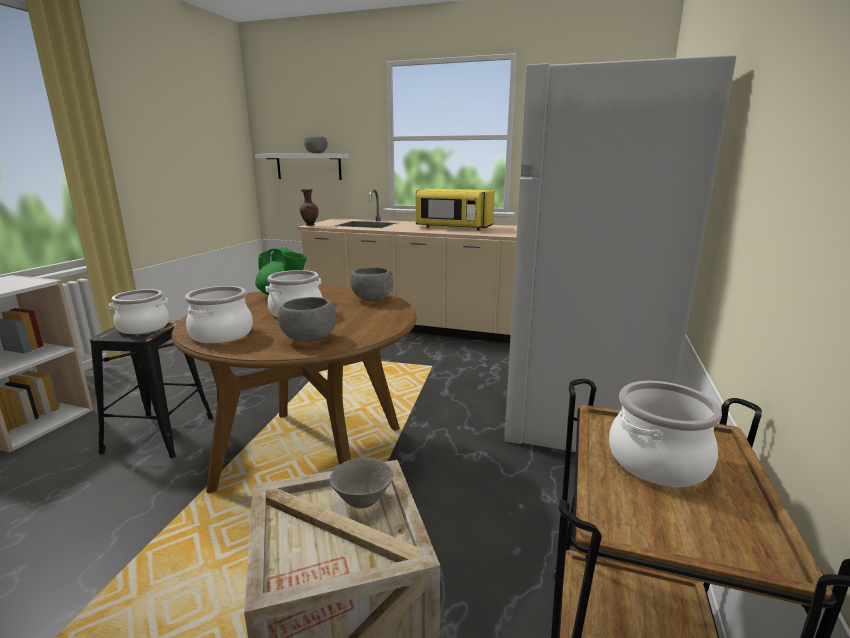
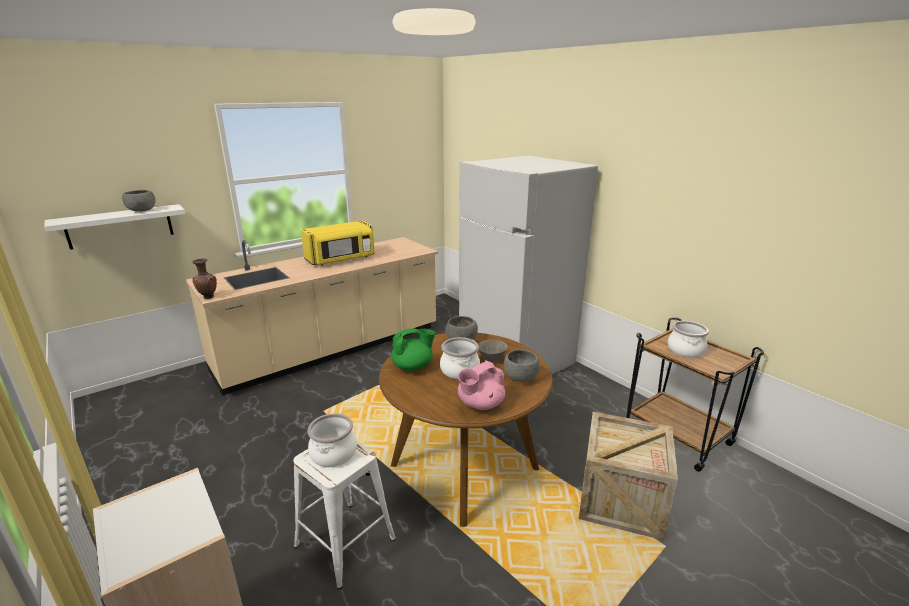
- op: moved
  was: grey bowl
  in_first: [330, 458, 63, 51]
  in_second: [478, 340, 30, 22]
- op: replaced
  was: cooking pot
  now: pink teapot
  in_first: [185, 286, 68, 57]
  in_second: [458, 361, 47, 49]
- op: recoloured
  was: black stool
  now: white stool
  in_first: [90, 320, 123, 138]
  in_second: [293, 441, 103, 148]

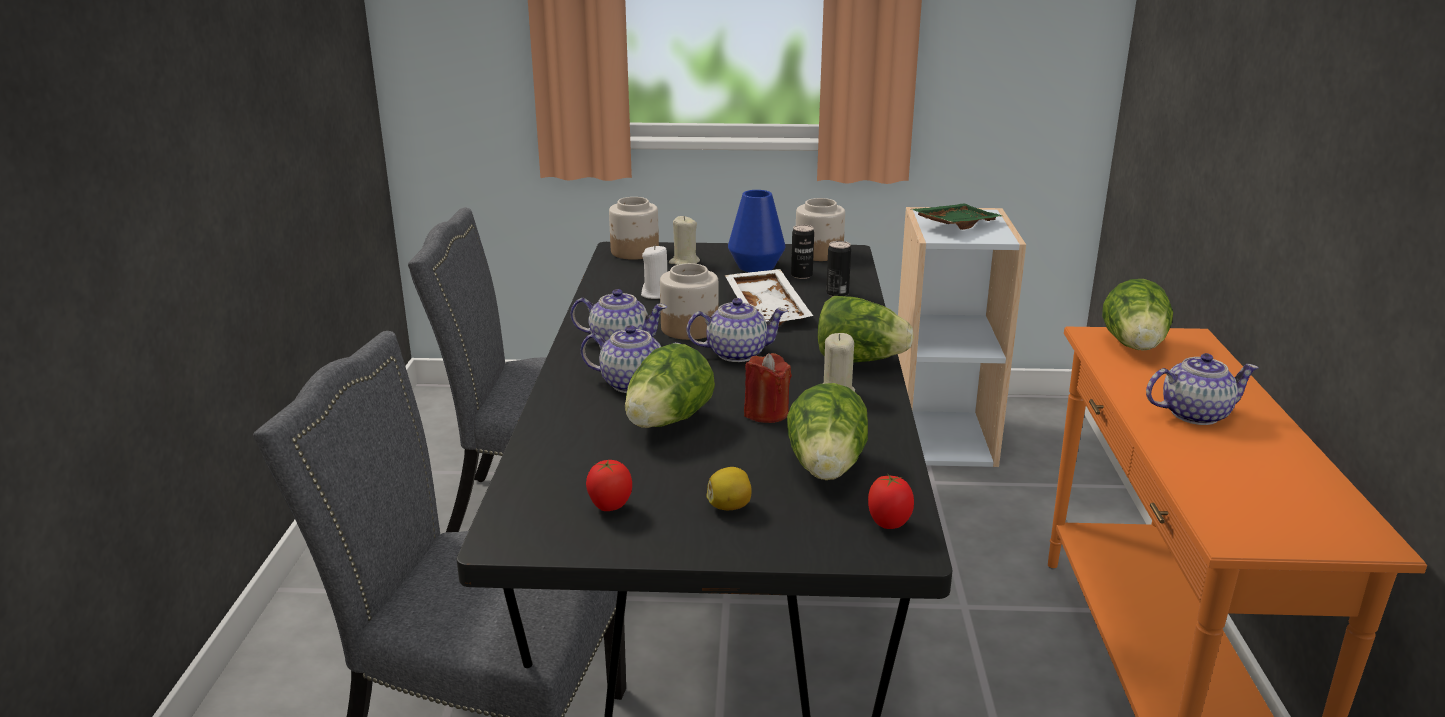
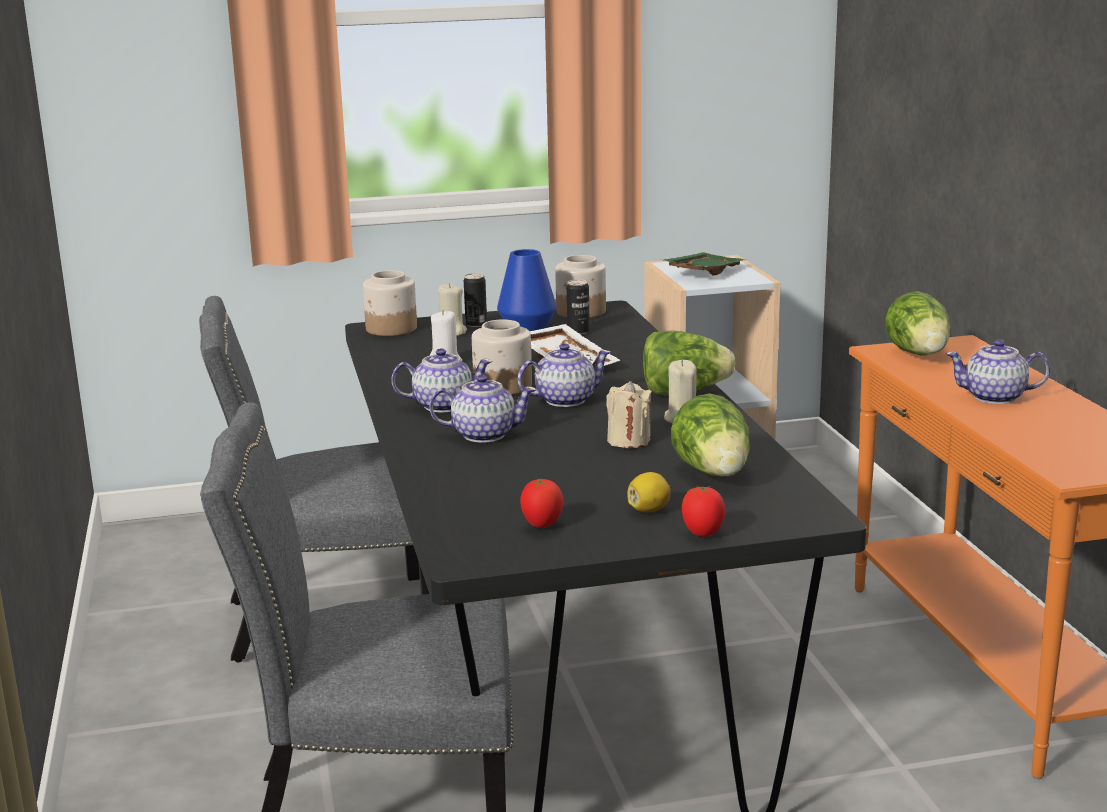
- op: removed
  was: lettuce
  in_first: [625, 343, 90, 85]
- op: moved
  was: can
  in_first: [826, 241, 25, 56]
  in_second: [464, 273, 23, 54]
- op: moved
  was: tomato
  in_first: [868, 475, 46, 54]
  in_second: [682, 486, 43, 51]
- op: recoloured
  was: red candle
  now: beige candle
  in_first: [744, 353, 48, 70]
  in_second: [606, 381, 46, 67]
- op: turned
  was: teapot
  in_first: [1146, 353, 113, 72]
  in_second: [946, 340, 104, 64]
  clockwise: -150

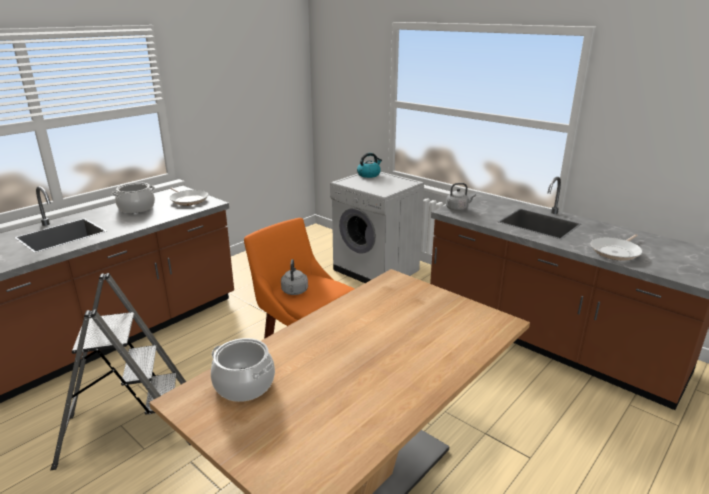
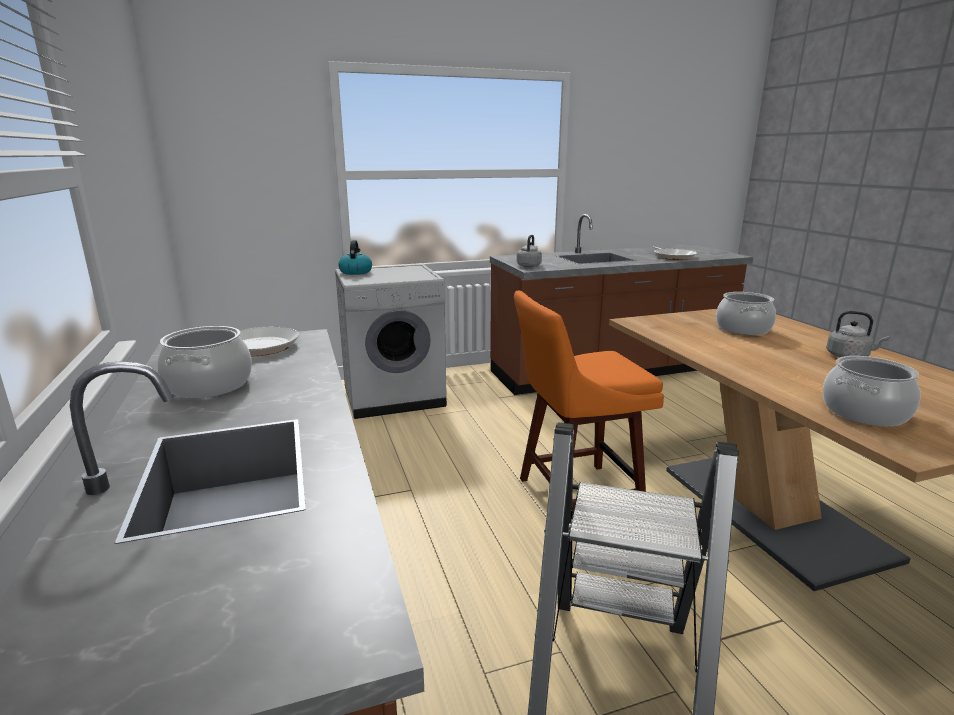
- op: added
  now: cooking pot
  in_second: [716, 292, 60, 43]
- op: moved
  was: grey kettle
  in_first: [281, 259, 27, 36]
  in_second: [826, 311, 63, 46]

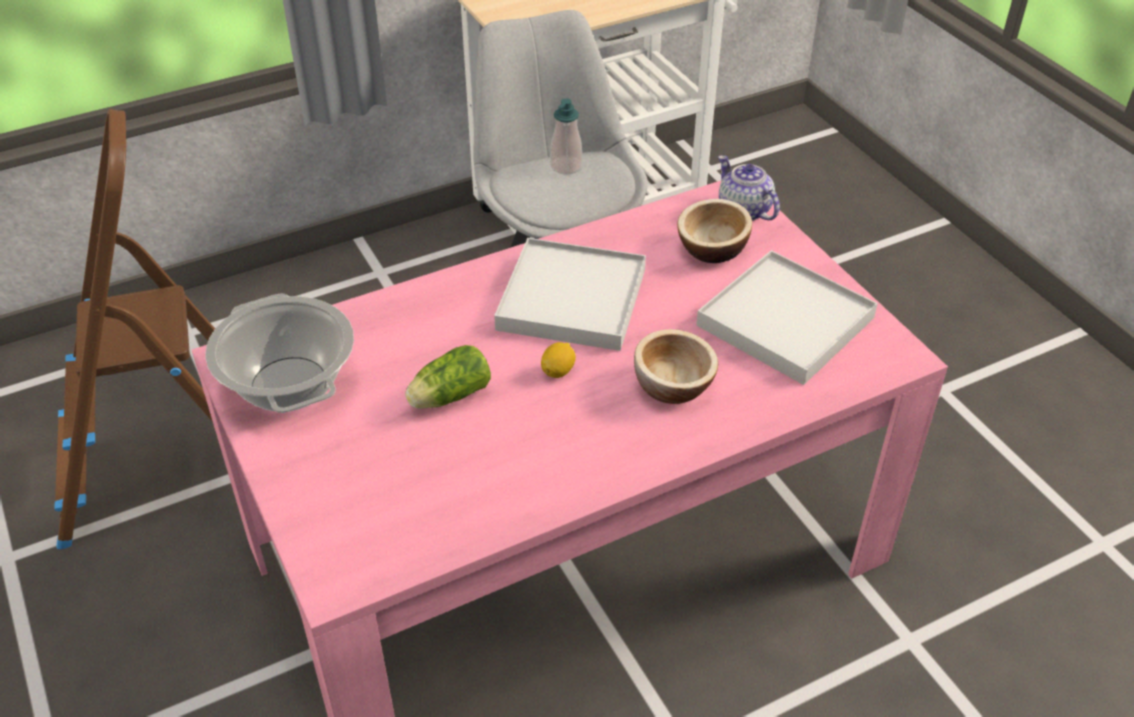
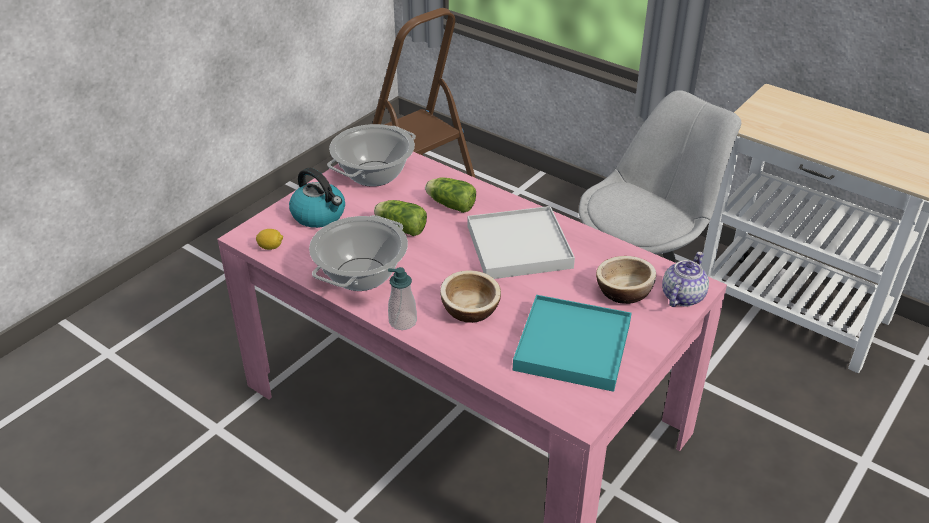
- op: added
  now: kettle
  in_second: [289, 168, 56, 60]
- op: added
  now: cooking pot
  in_second: [309, 215, 99, 76]
- op: added
  now: lettuce
  in_second: [425, 177, 51, 36]
- op: moved
  was: lemon
  in_first: [541, 342, 35, 36]
  in_second: [256, 229, 27, 21]
- op: moved
  was: soap dispenser
  in_first: [550, 98, 33, 77]
  in_second: [388, 267, 29, 63]
- op: recoloured
  was: white tray
  now: turquoise tray
  in_first: [696, 250, 182, 135]
  in_second: [513, 295, 118, 97]

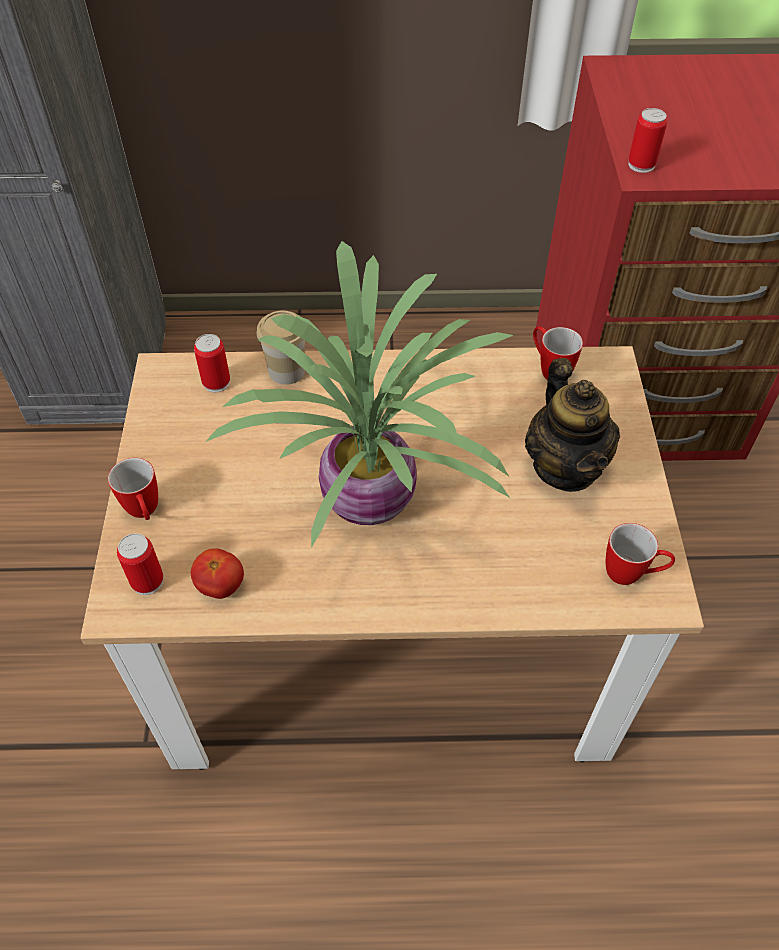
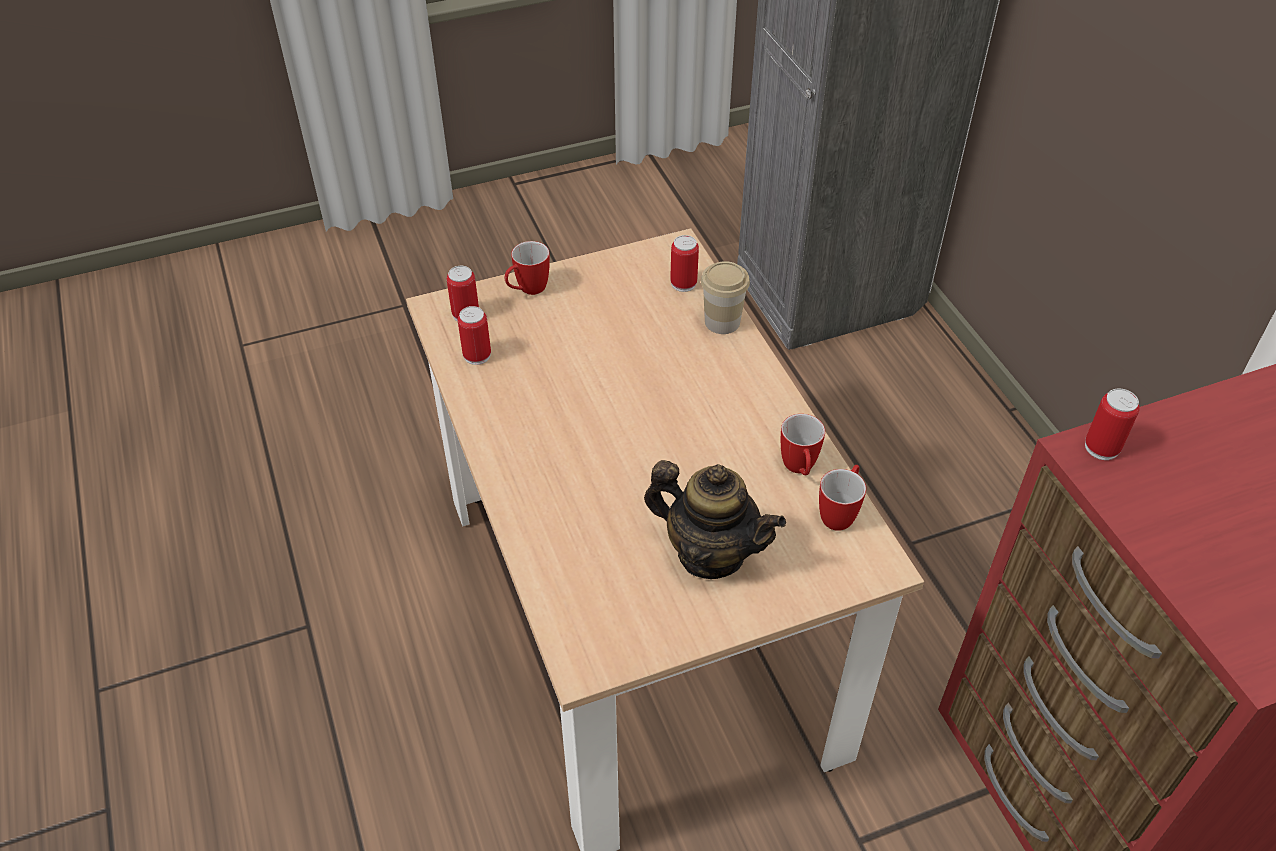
- op: removed
  was: potted plant
  in_first: [205, 241, 308, 307]
- op: moved
  was: mug
  in_first: [606, 523, 69, 62]
  in_second: [781, 414, 44, 61]
- op: replaced
  was: tomato
  now: can
  in_first: [191, 548, 53, 51]
  in_second: [458, 306, 33, 59]
- op: turned
  was: teapot
  in_first: [525, 358, 95, 134]
  in_second: [644, 460, 142, 119]
  clockwise: -120

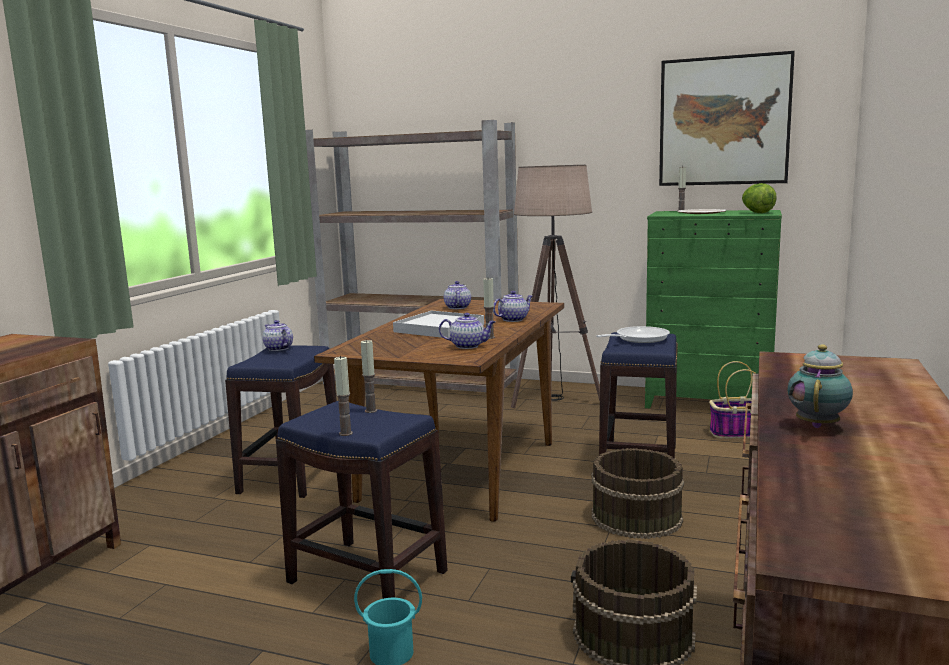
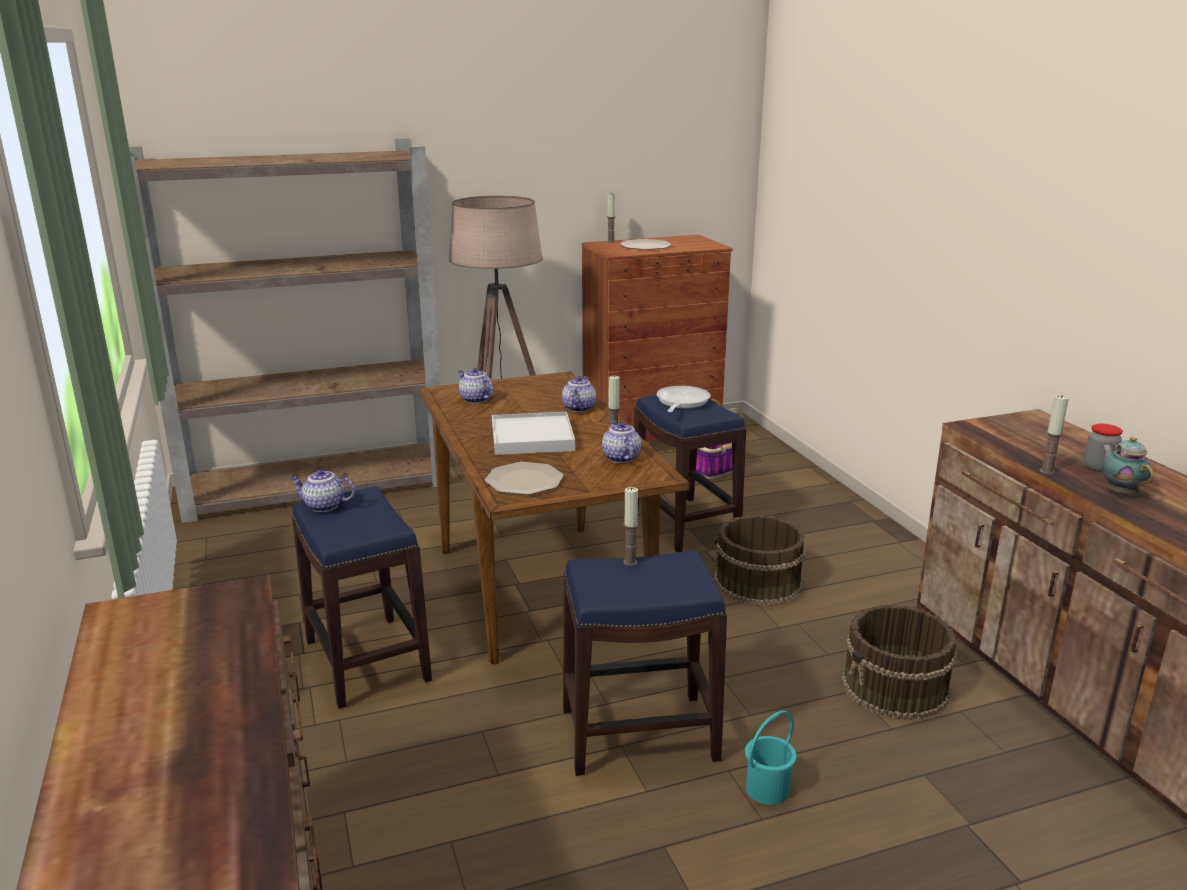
- op: removed
  was: picture
  in_first: [659, 51, 136, 135]
- op: removed
  was: lettuce
  in_first: [742, 183, 35, 30]
- op: added
  now: plate
  in_second: [485, 462, 79, 33]
- op: added
  now: jar
  in_second: [1084, 424, 39, 48]
- op: moved
  was: candle
  in_first: [334, 356, 19, 80]
  in_second: [1040, 395, 29, 80]
- op: recoloured
  was: green dresser
  now: brown dresser
  in_first: [645, 210, 137, 198]
  in_second: [582, 235, 151, 207]
- op: turned
  was: teapot
  in_first: [439, 313, 56, 36]
  in_second: [602, 421, 39, 42]
  clockwise: -75

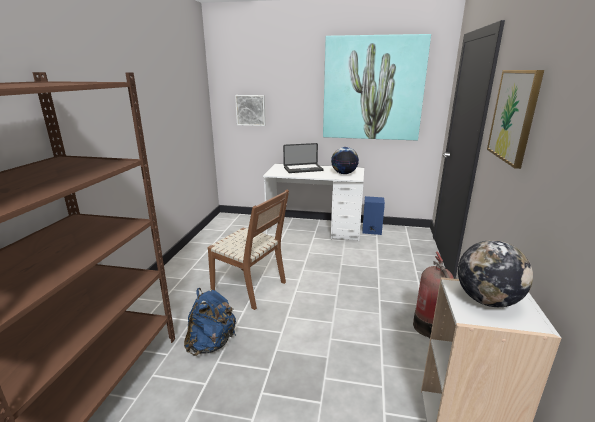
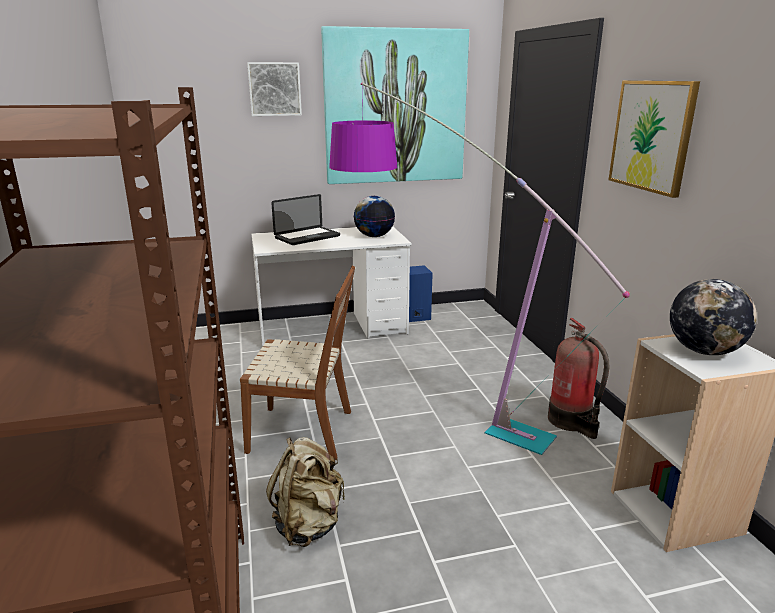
- op: added
  now: floor lamp
  in_second: [329, 83, 301, 372]
- op: moved
  was: picture
  in_first: [235, 95, 31, 31]
  in_second: [247, 62, 55, 54]
- op: recoloured
  was: blue backpack
  now: beige backpack
  in_first: [184, 288, 52, 68]
  in_second: [266, 437, 79, 110]

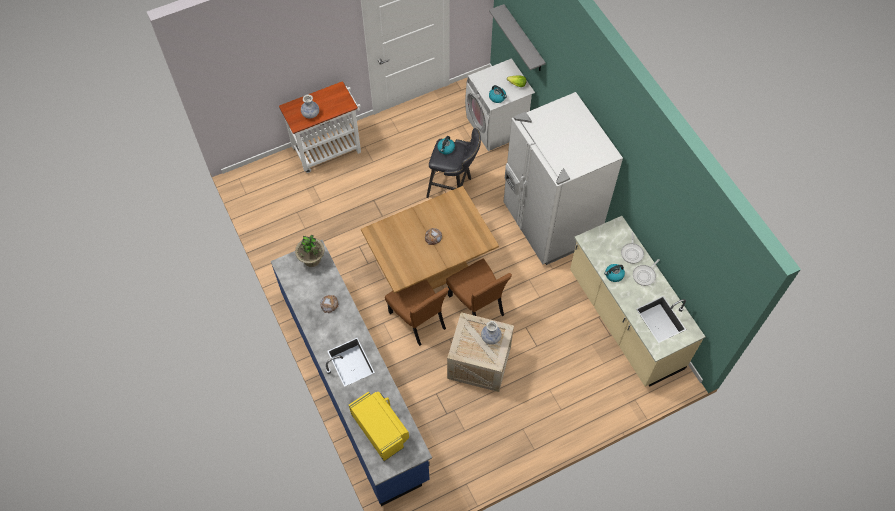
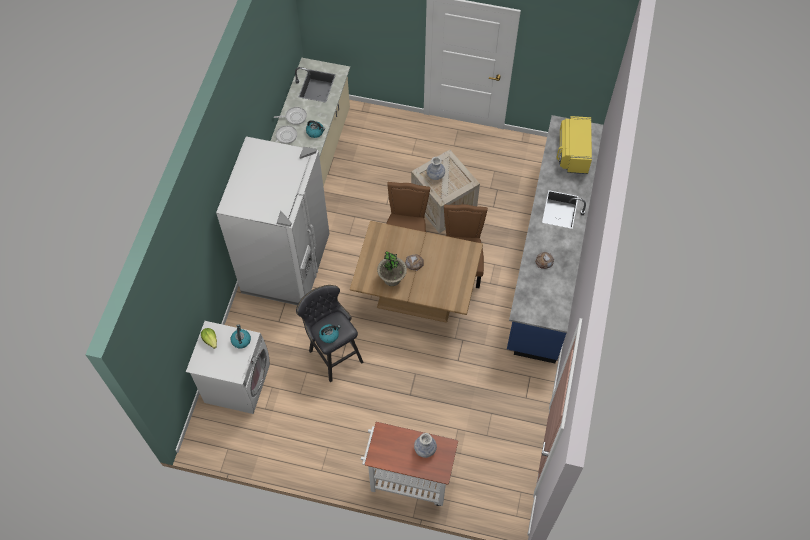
- op: removed
  was: grey shelf
  in_first: [489, 4, 57, 67]
- op: moved
  was: potted plant
  in_first: [295, 234, 30, 33]
  in_second: [377, 251, 30, 35]

